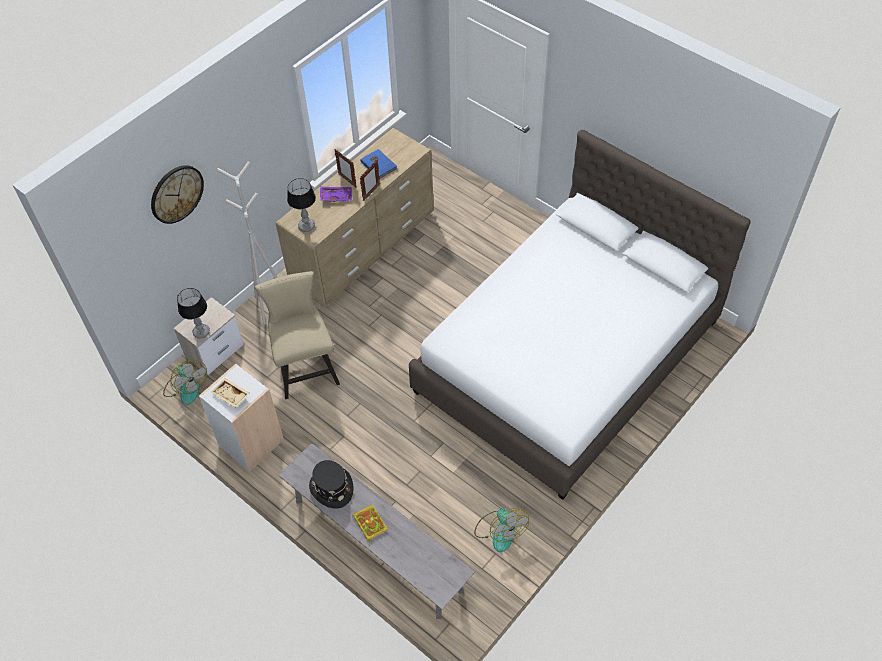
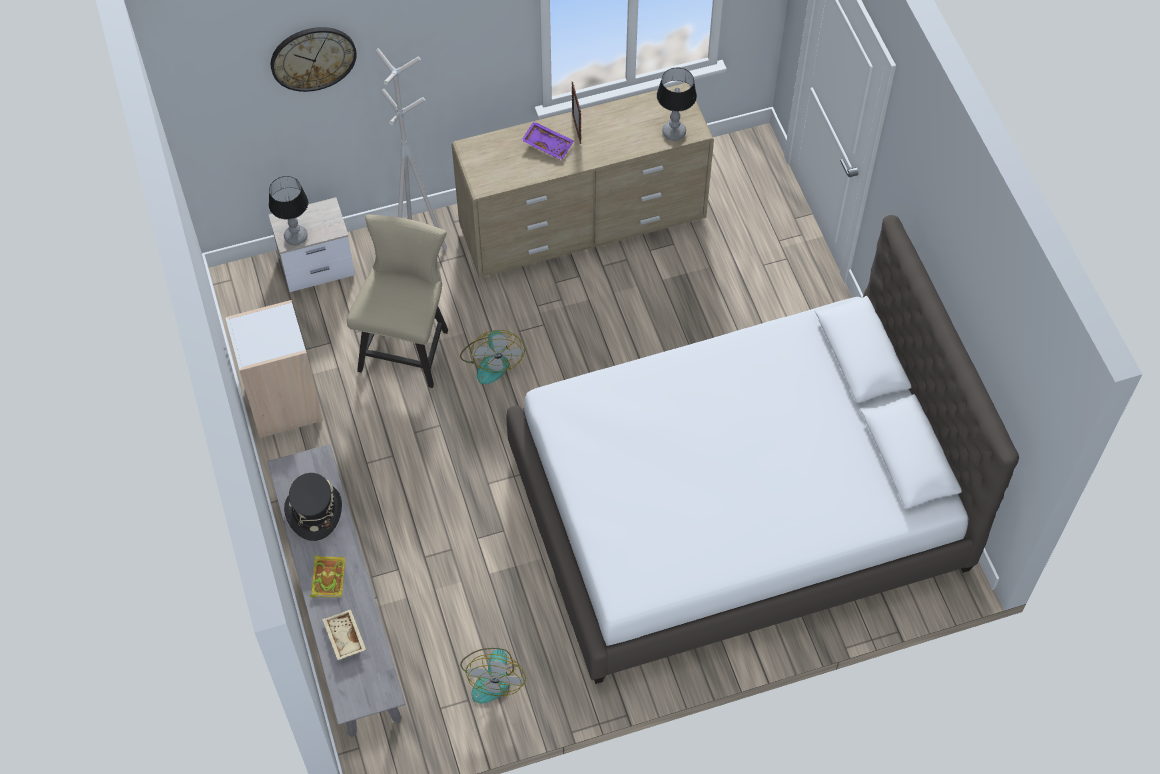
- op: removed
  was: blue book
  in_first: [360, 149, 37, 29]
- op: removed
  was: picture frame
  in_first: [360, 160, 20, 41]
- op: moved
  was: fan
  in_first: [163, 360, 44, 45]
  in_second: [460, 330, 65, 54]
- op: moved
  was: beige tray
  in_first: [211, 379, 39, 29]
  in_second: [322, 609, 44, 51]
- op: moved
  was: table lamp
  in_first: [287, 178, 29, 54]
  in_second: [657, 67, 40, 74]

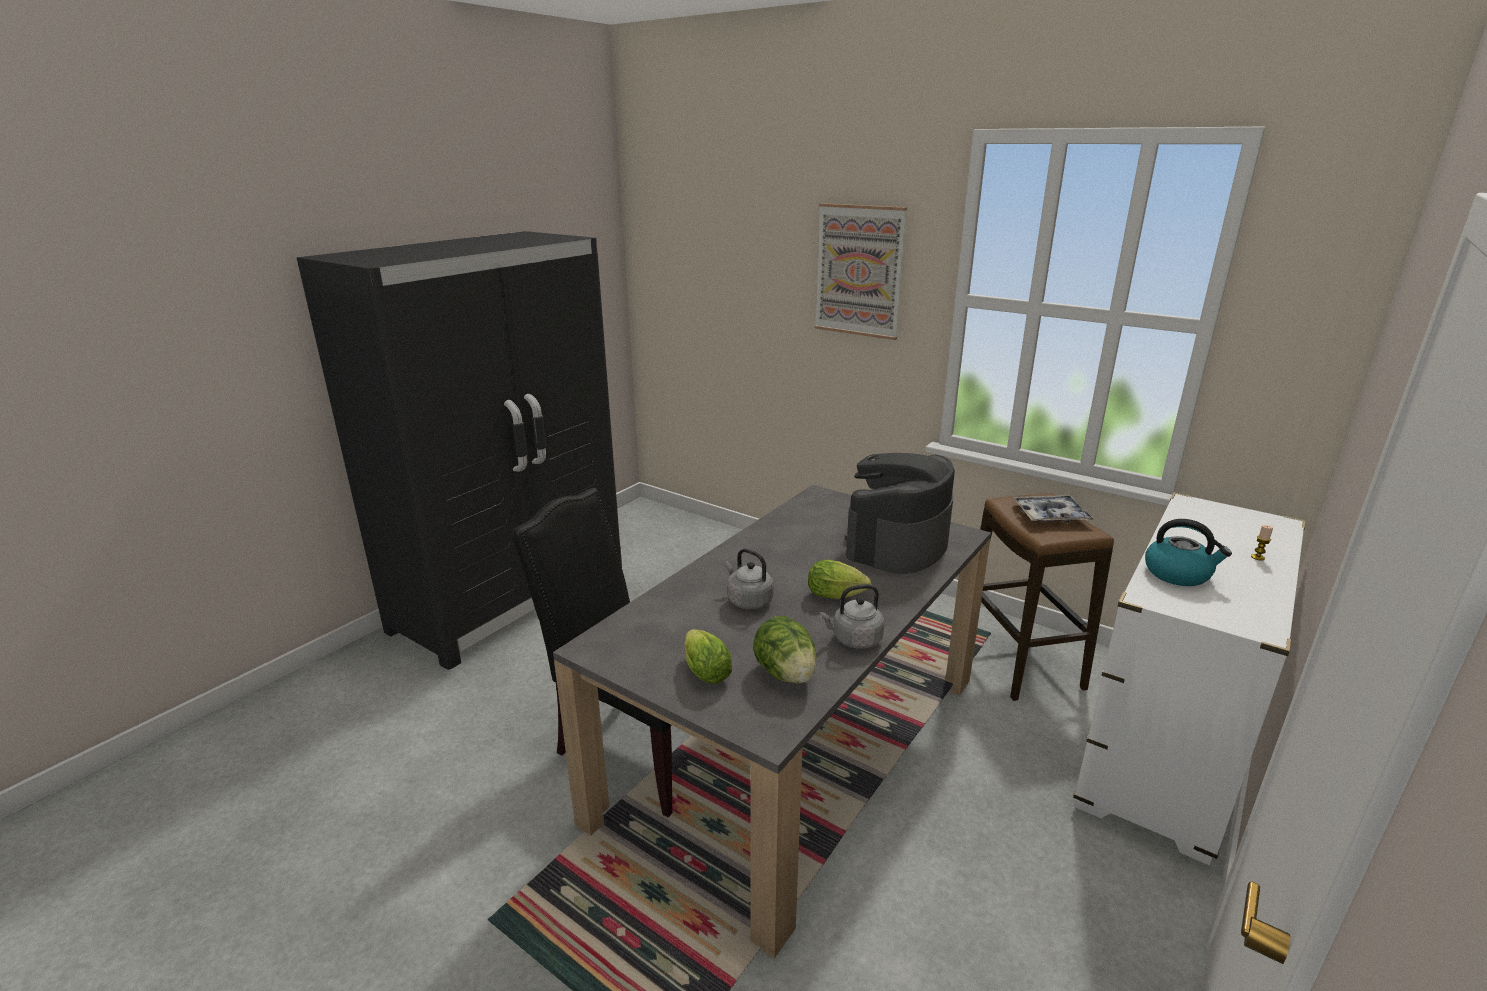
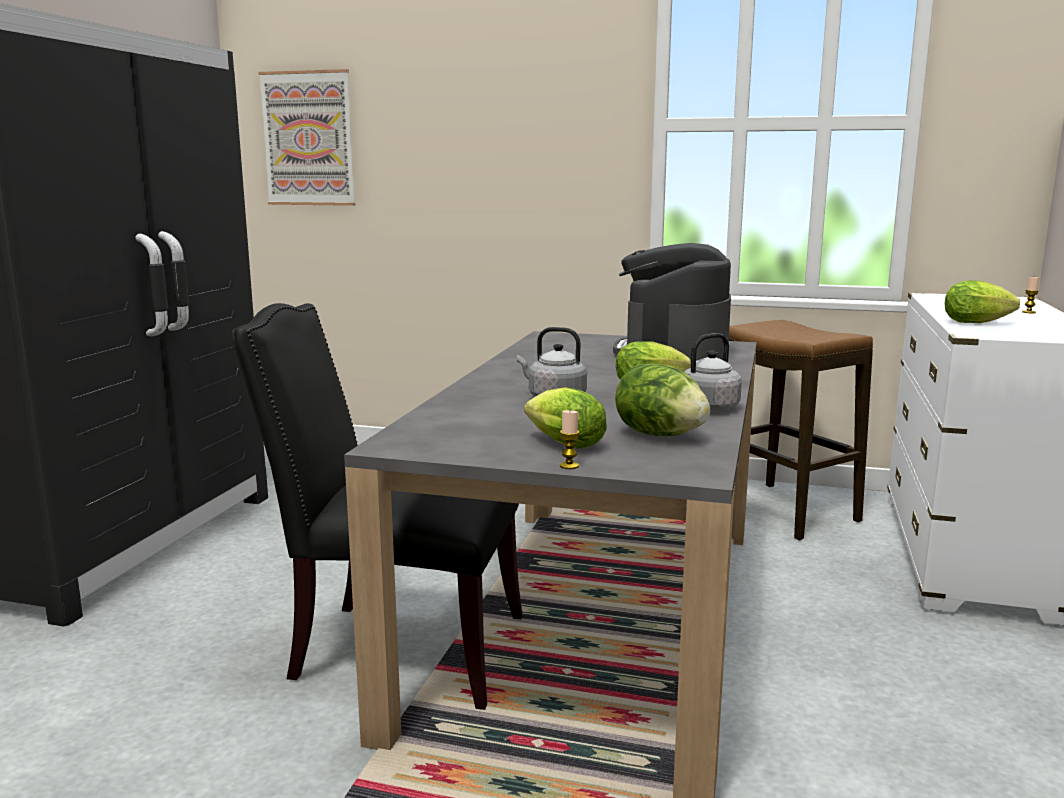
- op: removed
  was: tray
  in_first: [1013, 495, 81, 28]
- op: added
  now: candle
  in_second: [560, 410, 20, 59]
- op: moved
  was: picture
  in_first: [815, 203, 92, 137]
  in_second: [258, 69, 97, 137]
- op: replaced
  was: kettle
  now: lettuce
  in_first: [1145, 519, 87, 67]
  in_second: [945, 280, 75, 43]

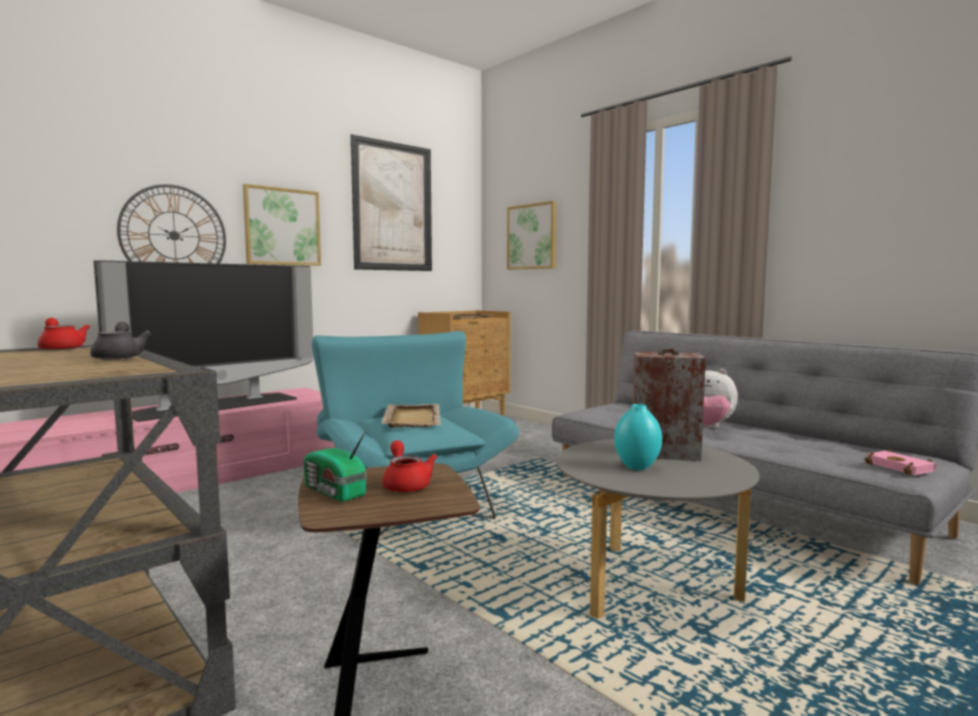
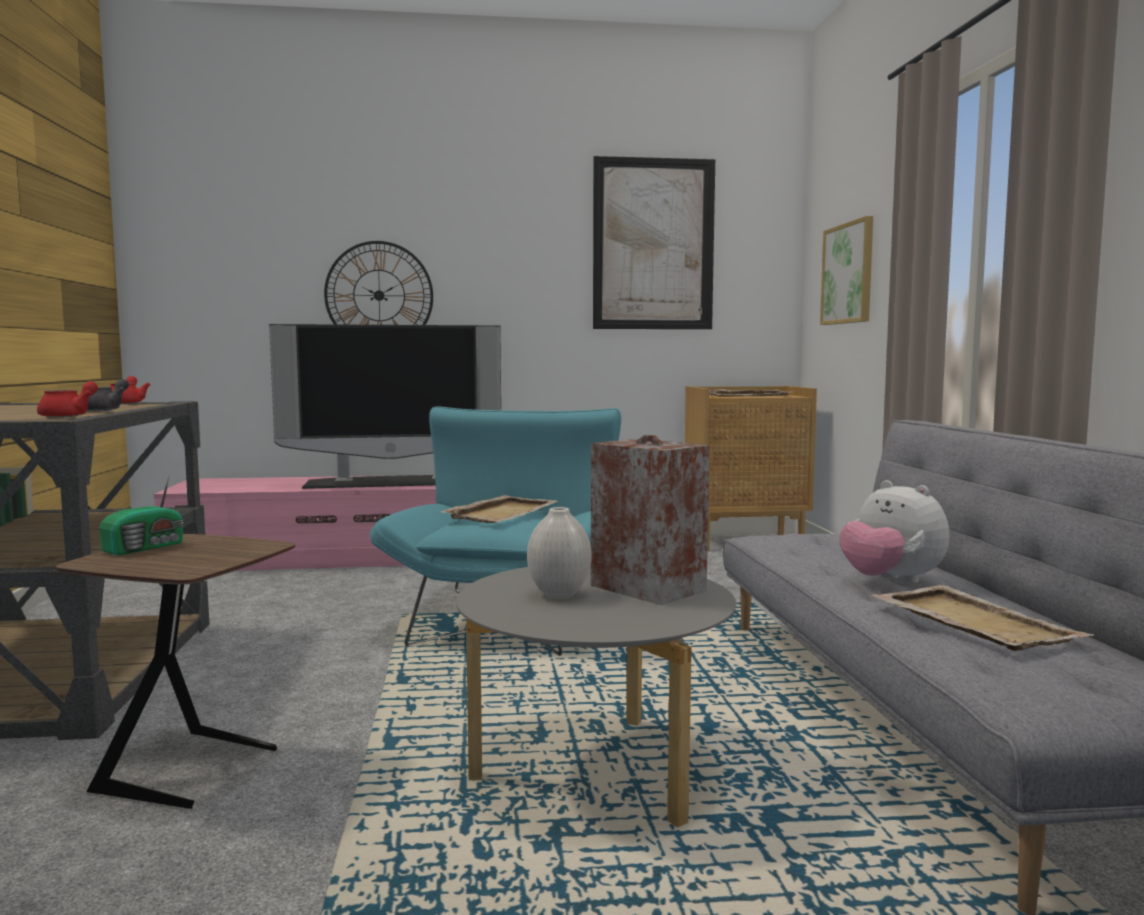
- op: removed
  was: picture
  in_first: [243, 184, 78, 82]
- op: removed
  was: pink book
  in_first: [864, 449, 73, 26]
- op: added
  now: beige tray
  in_second: [871, 585, 223, 66]
- op: moved
  was: red teapot
  in_first: [382, 440, 55, 52]
  in_second: [37, 381, 61, 37]
- op: recoloured
  was: turquoise vase
  now: white vase
  in_first: [614, 404, 48, 66]
  in_second: [527, 507, 65, 92]
- op: turned
  was: radio
  in_first: [304, 425, 65, 77]
  in_second: [99, 473, 85, 83]
  clockwise: -135

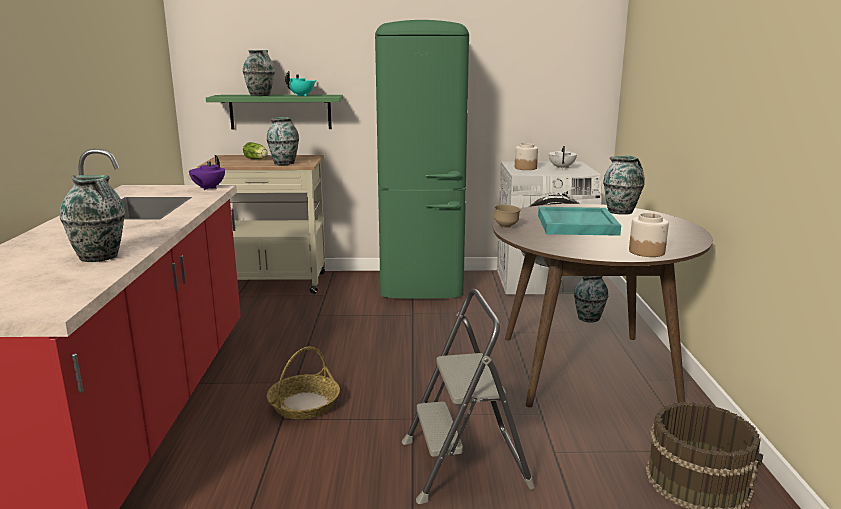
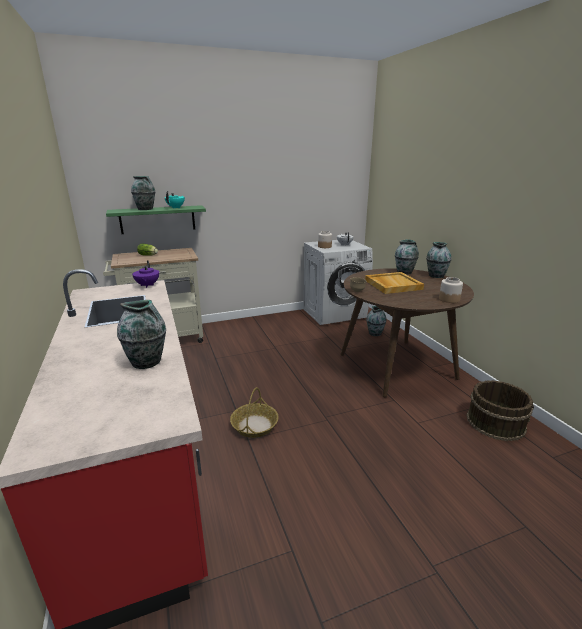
- op: removed
  was: green fridge
  in_first: [375, 20, 94, 279]
- op: removed
  was: grey step ladder
  in_first: [402, 289, 133, 215]
- op: moved
  was: vase
  in_first: [266, 117, 33, 48]
  in_second: [426, 242, 26, 36]
- op: recoloured
  was: turquoise tray
  now: beige tray
  in_first: [538, 207, 83, 29]
  in_second: [365, 272, 59, 22]

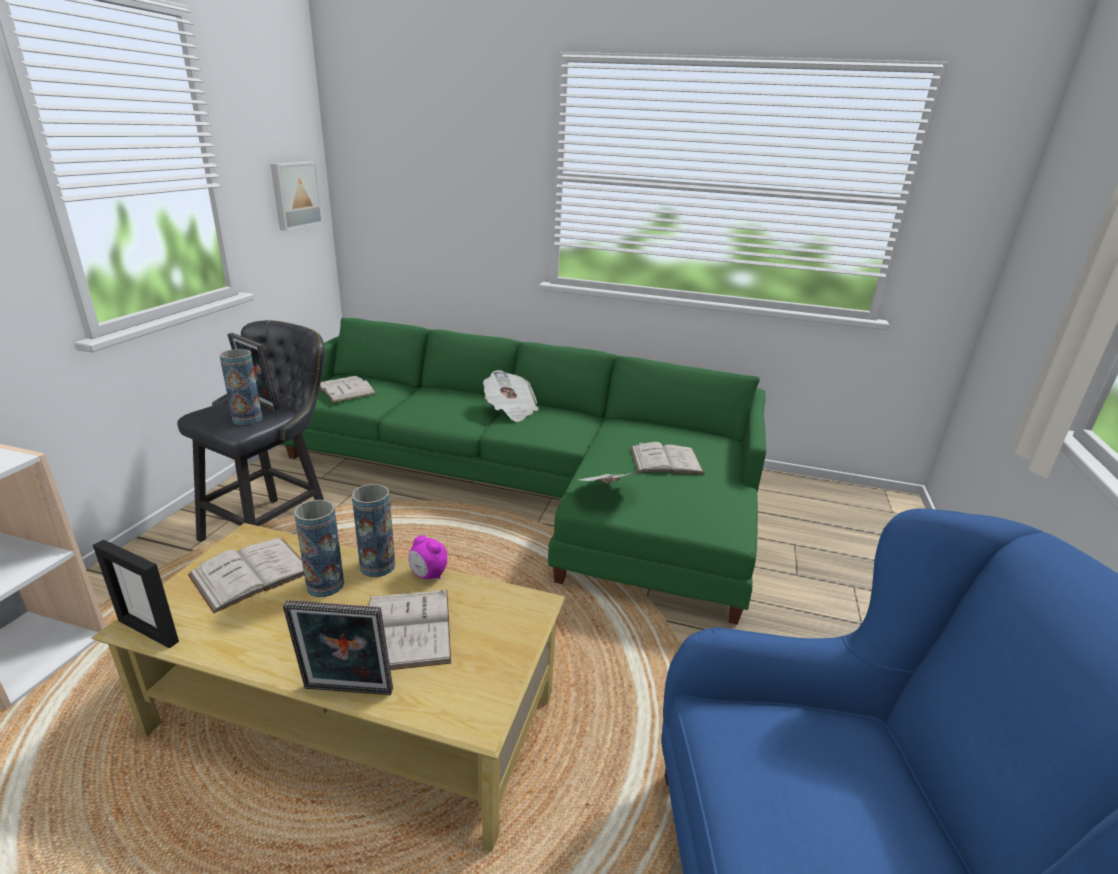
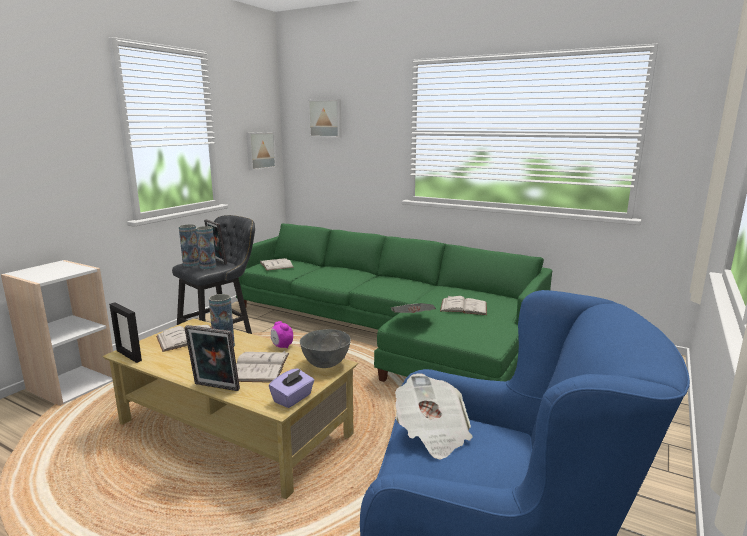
- op: added
  now: purple tissue box
  in_second: [269, 368, 46, 40]
- op: added
  now: grey bowl
  in_second: [300, 329, 51, 39]
- op: added
  now: picture
  in_second: [308, 99, 34, 39]
- op: moved
  was: vase
  in_first: [352, 484, 43, 93]
  in_second: [179, 224, 20, 43]
- op: moved
  was: newspaper
  in_first: [483, 370, 56, 52]
  in_second: [395, 373, 78, 87]

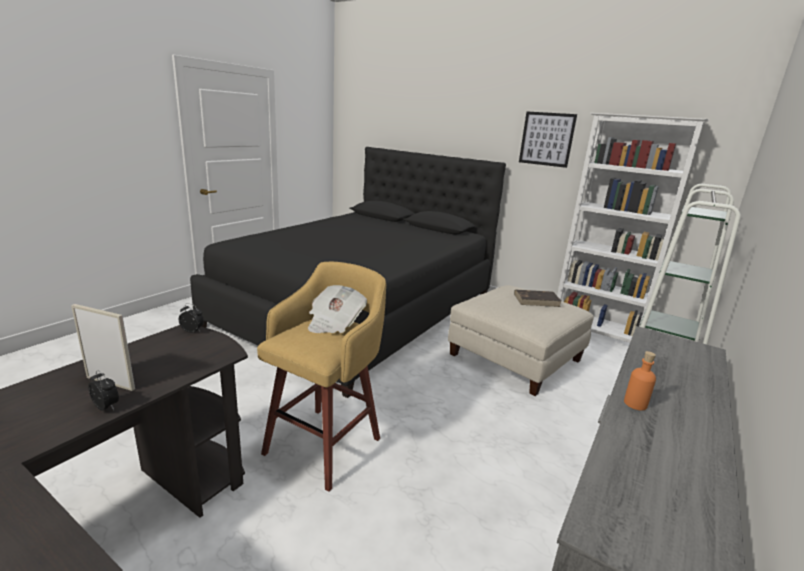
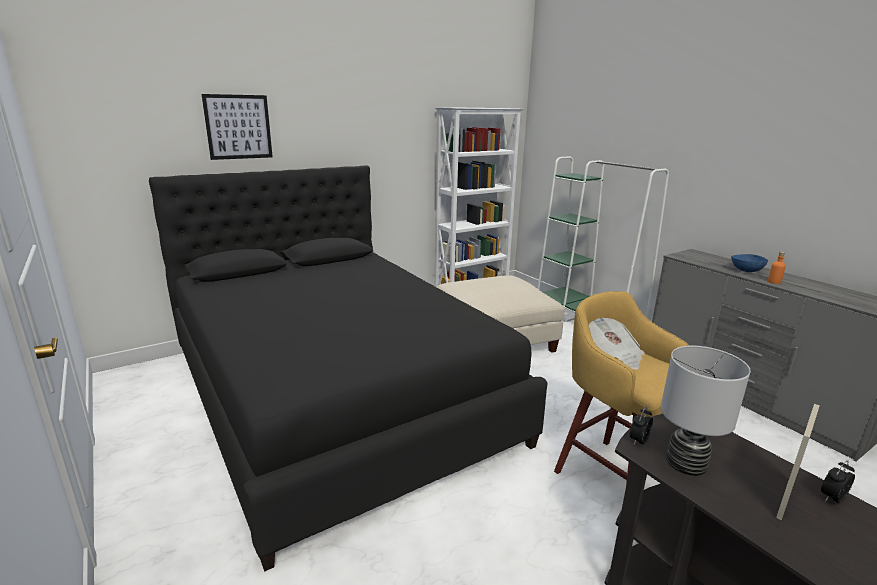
- op: removed
  was: brown book
  in_first: [514, 289, 47, 18]
- op: added
  now: grey table lamp
  in_second: [661, 345, 90, 131]
- op: added
  now: blue bowl
  in_second: [731, 254, 37, 18]
- op: moved
  was: picture
  in_first: [519, 112, 58, 56]
  in_second: [202, 94, 71, 66]

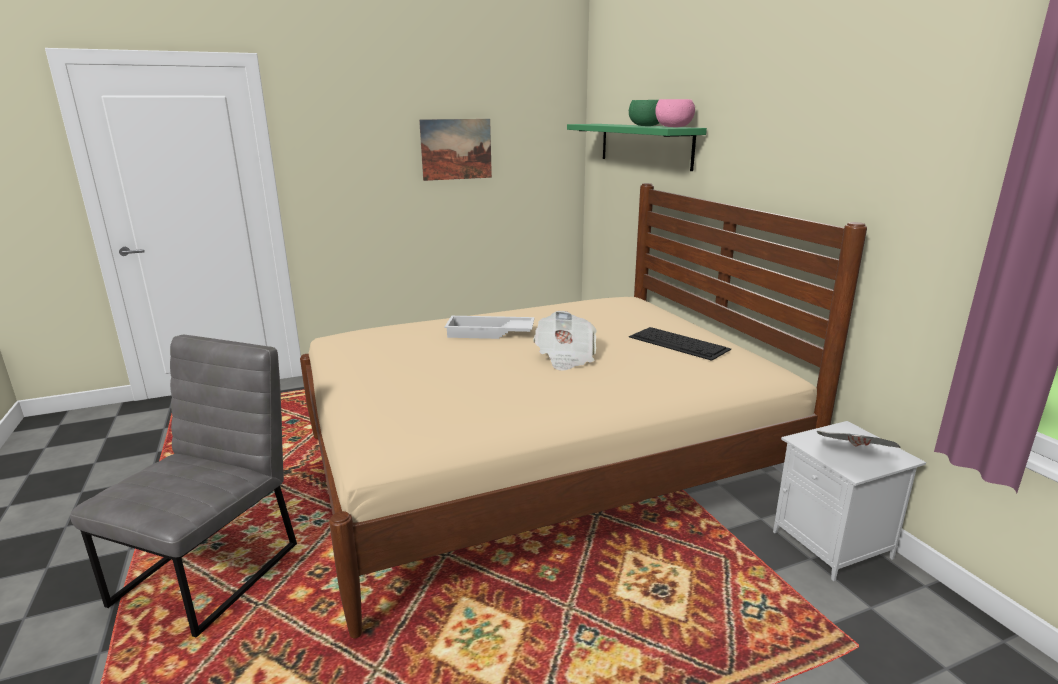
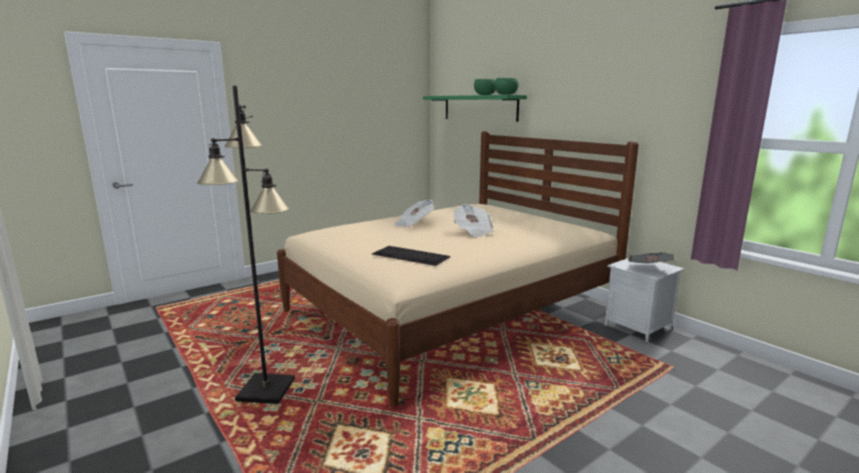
- op: removed
  was: picture
  in_first: [419, 119, 73, 62]
- op: moved
  was: keyboard
  in_first: [629, 327, 102, 34]
  in_second: [372, 246, 79, 20]
- op: replaced
  was: grey chair
  now: black floor lamp
  in_first: [70, 335, 227, 303]
  in_second: [197, 86, 98, 318]
- op: replaced
  was: white tray
  now: newspaper
  in_first: [444, 316, 90, 23]
  in_second: [393, 199, 41, 28]
- op: recoloured
  was: pink bowl
  now: green bowl
  in_first: [655, 99, 40, 28]
  in_second: [494, 78, 25, 17]

